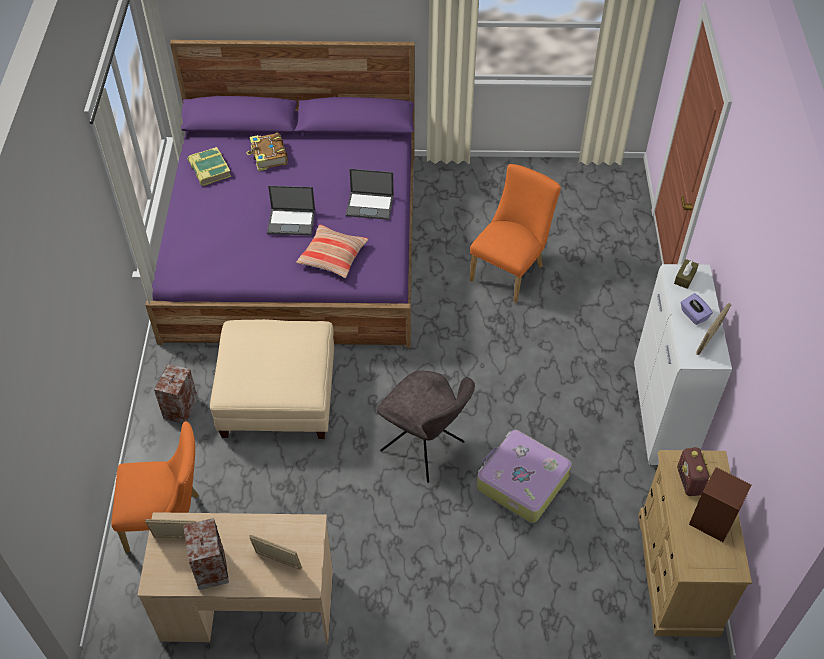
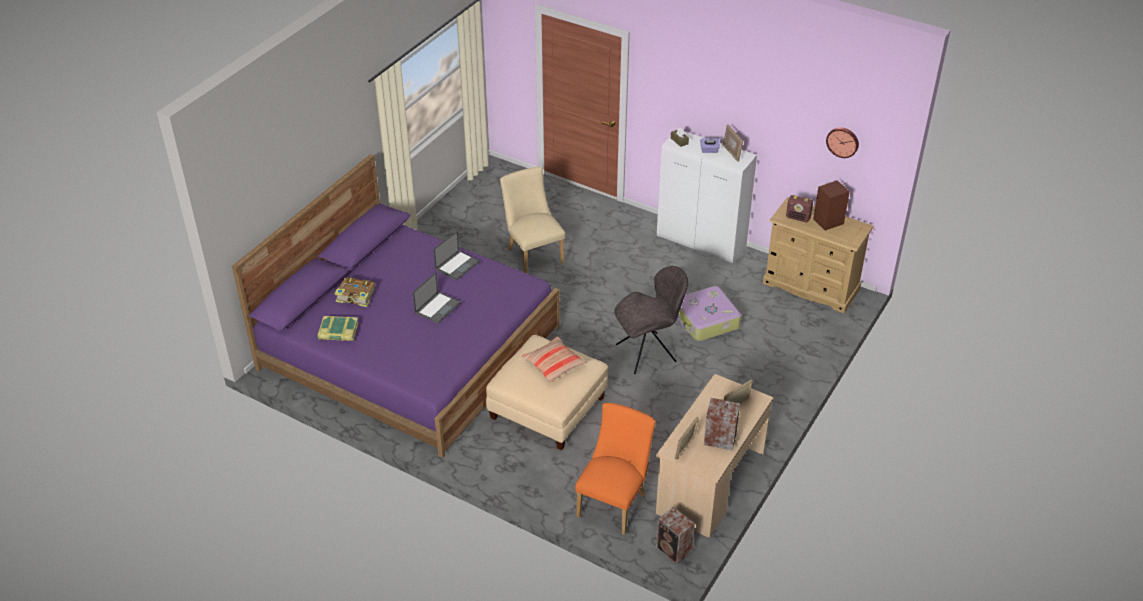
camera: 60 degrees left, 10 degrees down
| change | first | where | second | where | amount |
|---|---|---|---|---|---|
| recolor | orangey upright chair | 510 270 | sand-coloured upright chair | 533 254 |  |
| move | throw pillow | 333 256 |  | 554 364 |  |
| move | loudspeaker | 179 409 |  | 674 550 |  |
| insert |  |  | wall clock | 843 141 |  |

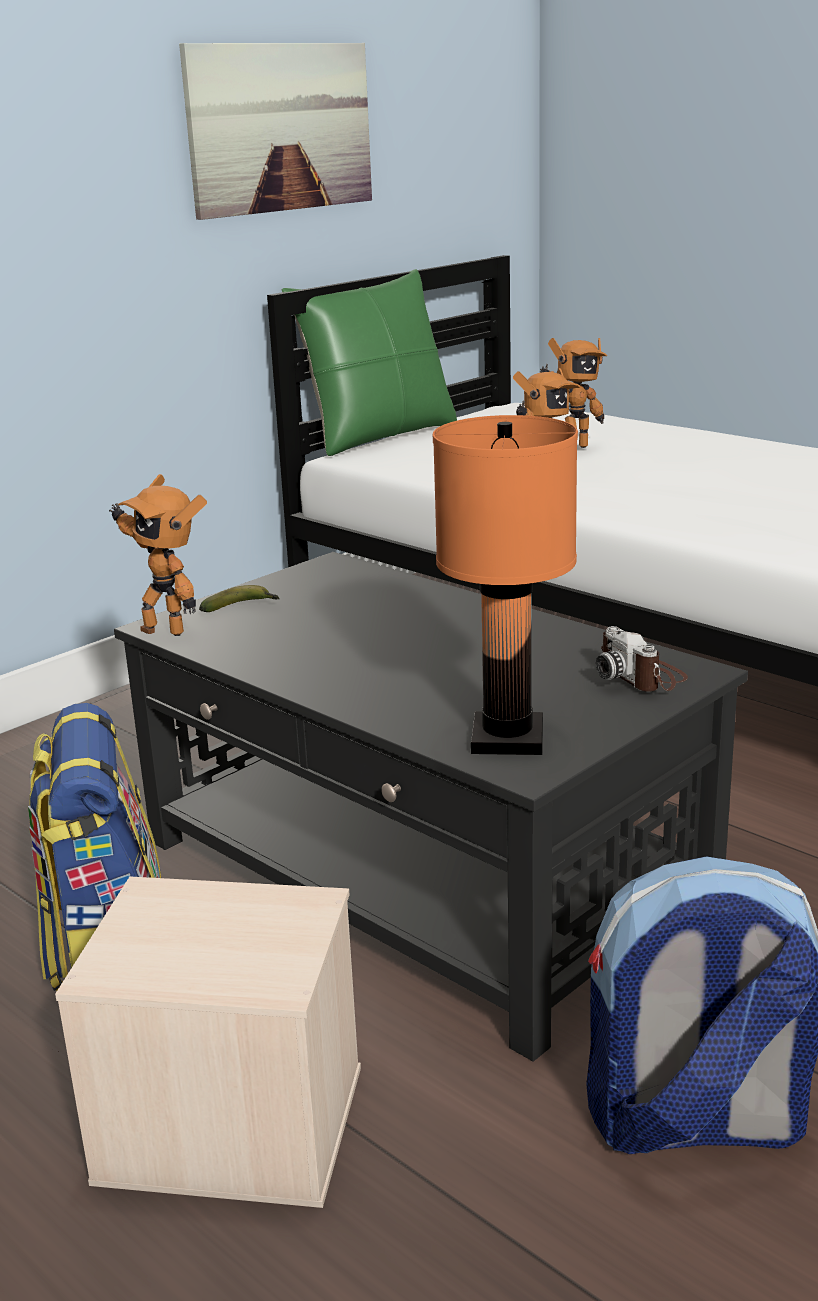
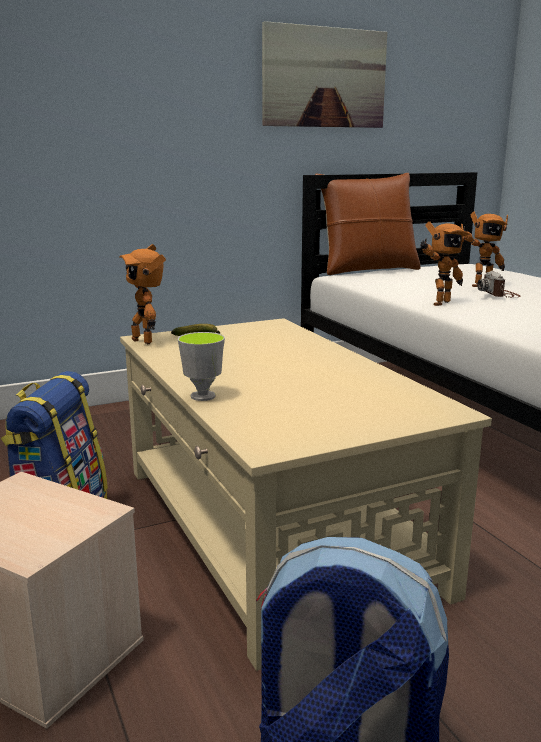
camera: 20 degrees right, 5 degrees down
| change | first | where | second | where | amount |
|---|---|---|---|---|---|
| recolor | green throw pillow | 378 436 | brown throw pillow | 367 270 |  |
| delete | orangey table lamp | 508 738 |  |  |  |
| recolor | blackish coffee table | 421 874 | sand-coloured coffee table | 272 527 |  |
| move | still camera | 641 676 |  | 499 294 |  |
| insert |  |  | drinking cup | 203 396 |  |

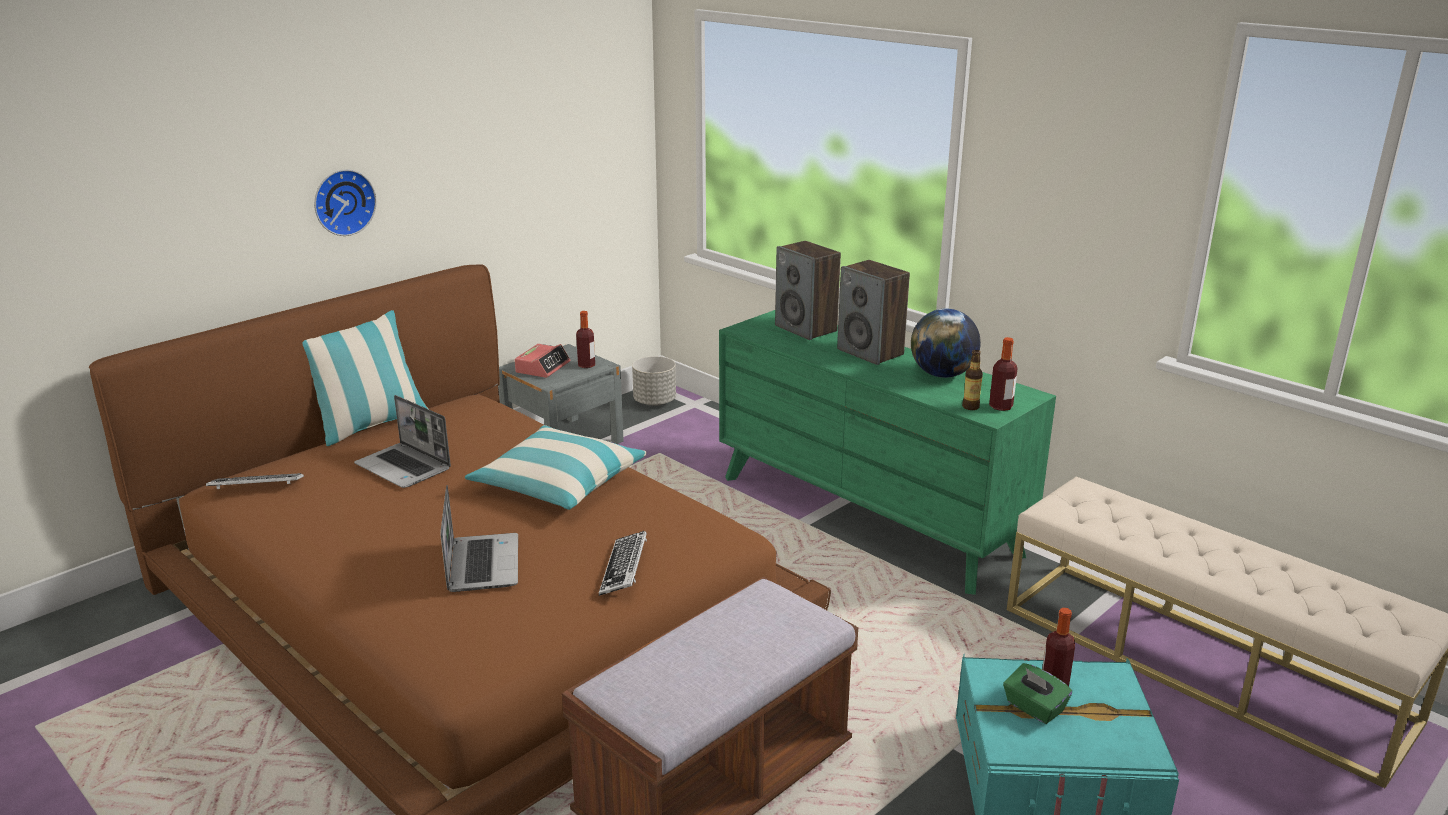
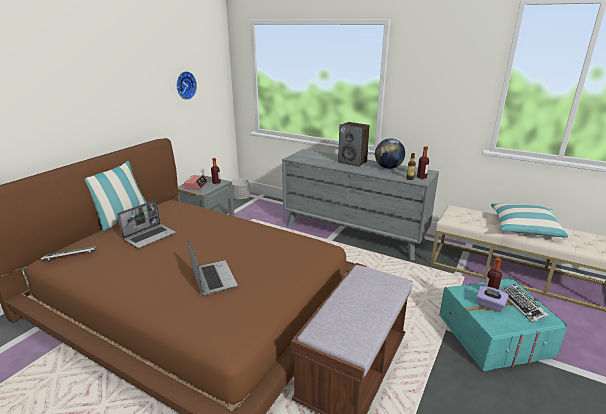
camera: 15 degrees left, 0 degrees up
| change | first | where | second | where | amount |
|---|---|---|---|---|---|
| move | wall clock | 343 202 |  | 185 85 |  |
| delete | loudspeaker | 806 328 |  |  |  |
| recolor | green drawer chest | 867 515 | gray drawer chest | 353 233 |  |
| rotate | laptop | 404 467 |  | 150 236 | 75 degrees counterclockwise |
| move | throw pillow | 558 483 |  | 524 227 |  |
| move | computer keyboard | 624 569 |  | 522 305 |  |
| recolor | green tissue holder | 1034 708 | purple tissue holder | 489 305 |  |

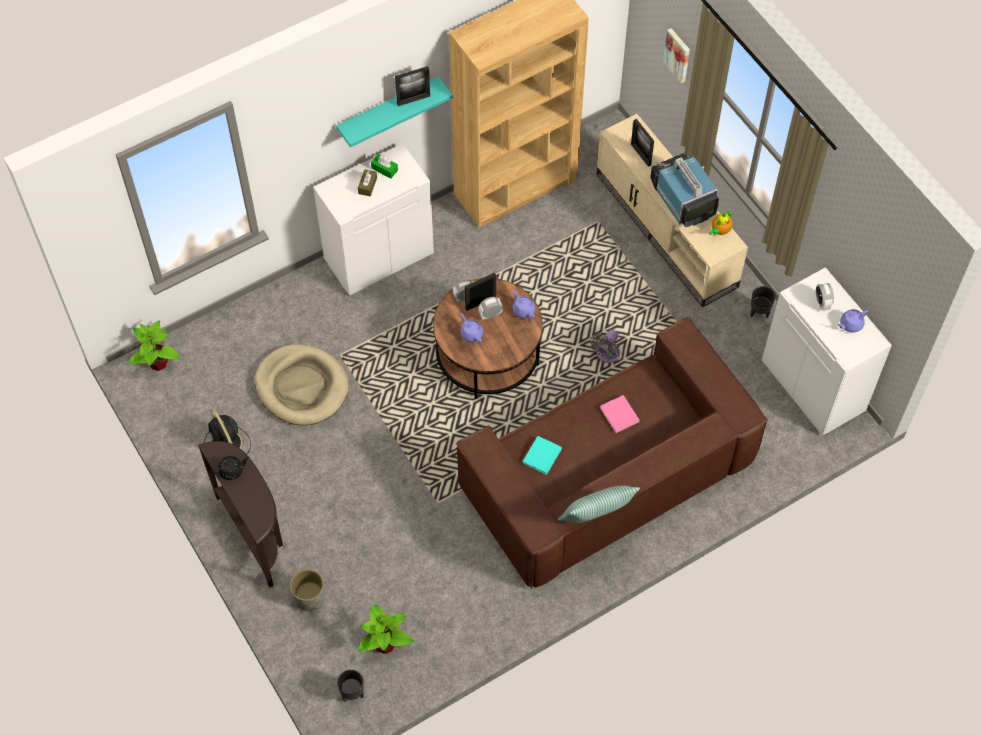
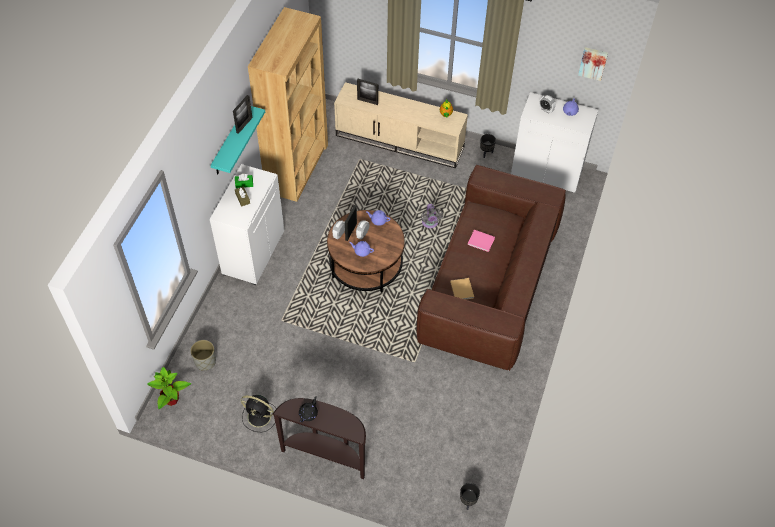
camera: 40 degrees left, 5 degrees down
| change | first | where | second | where | amount |
|---|---|---|---|---|---|
| move | wall picture | 678 55 |  | 593 63 |  |
| delete | television | 682 198 |  |  |  |
| delete | sand-coloured pet bed | 302 387 |  |  |  |
| recolor | turquoise bound book | 542 455 | sand-coloured bound book | 461 289 |  |
| delete | throw pillow | 596 518 |  |  |  |
| move | gray planter | 309 598 |  | 205 362 |  |
| delete | houseplant | 385 644 |  |  |  |

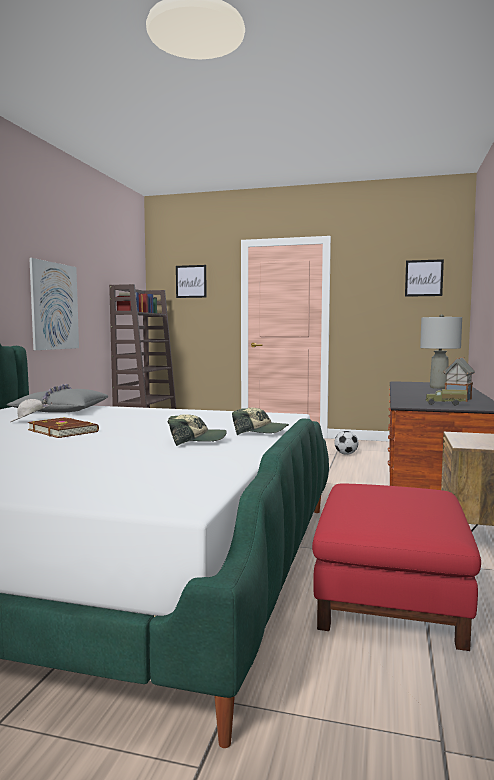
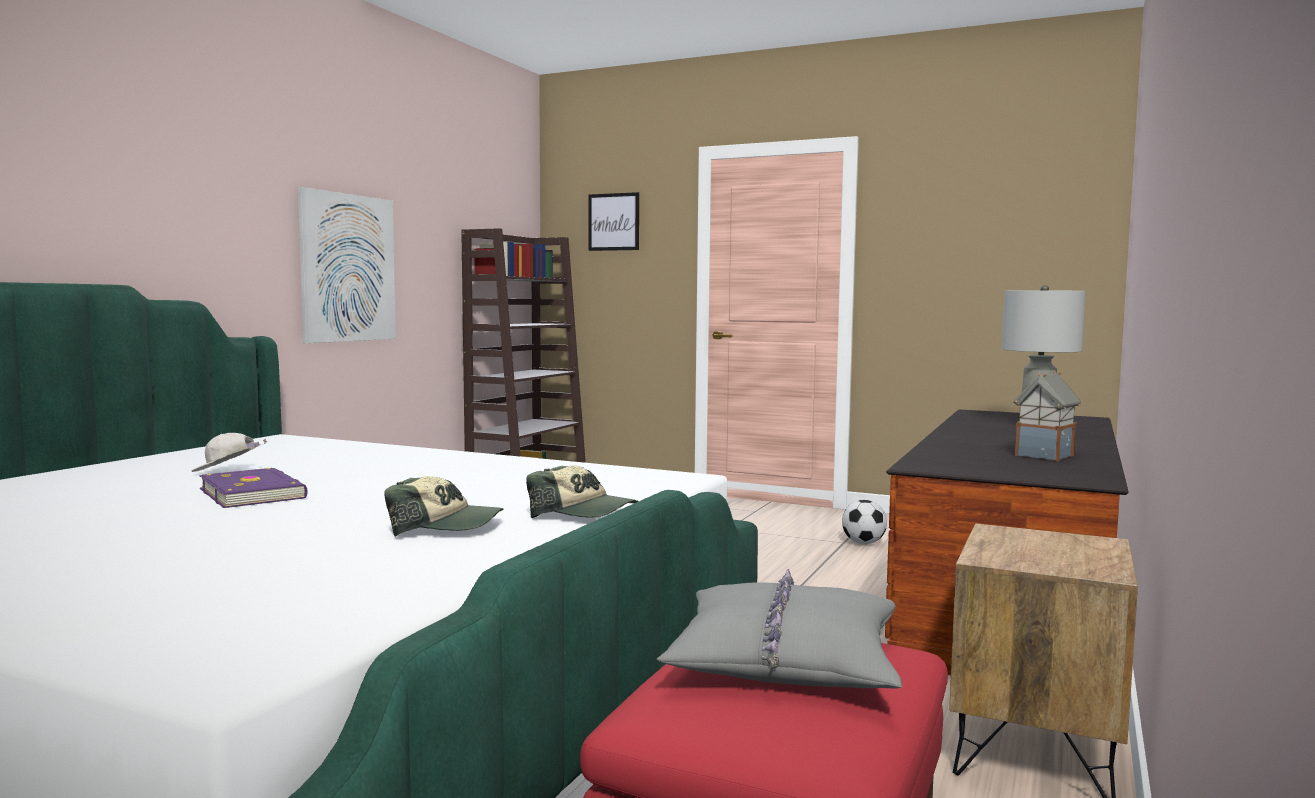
camera: 10 degrees right, 0 degrees up
| change | first | where | second | where | amount |
|---|---|---|---|---|---|
| delete | wall picture | 424 278 |  |  |  |
| move | gray throw pillow | 61 410 |  | 785 659 |  |
| delete | toy lorry | 445 404 |  |  |  |
| recolor | brown bound book | 63 431 | purple bound book | 254 493 |  |

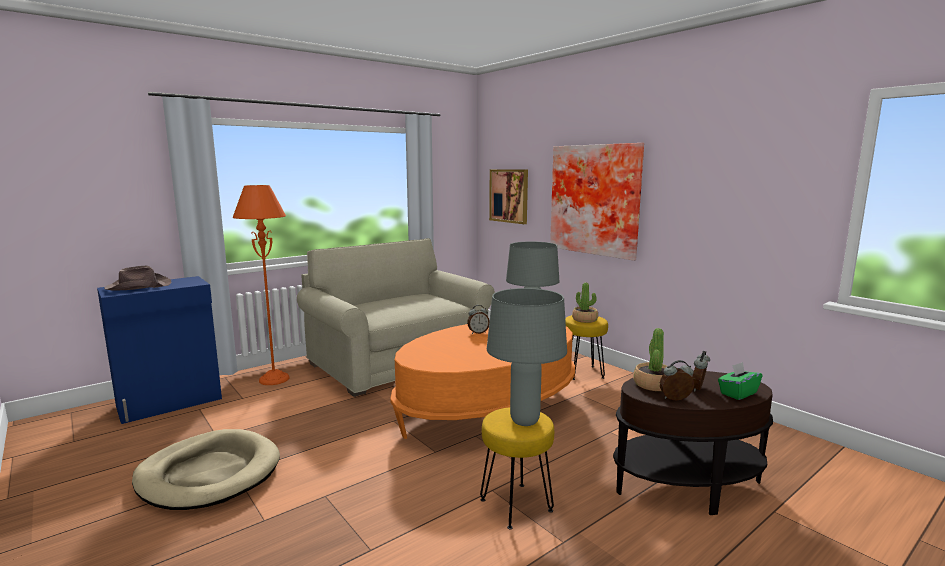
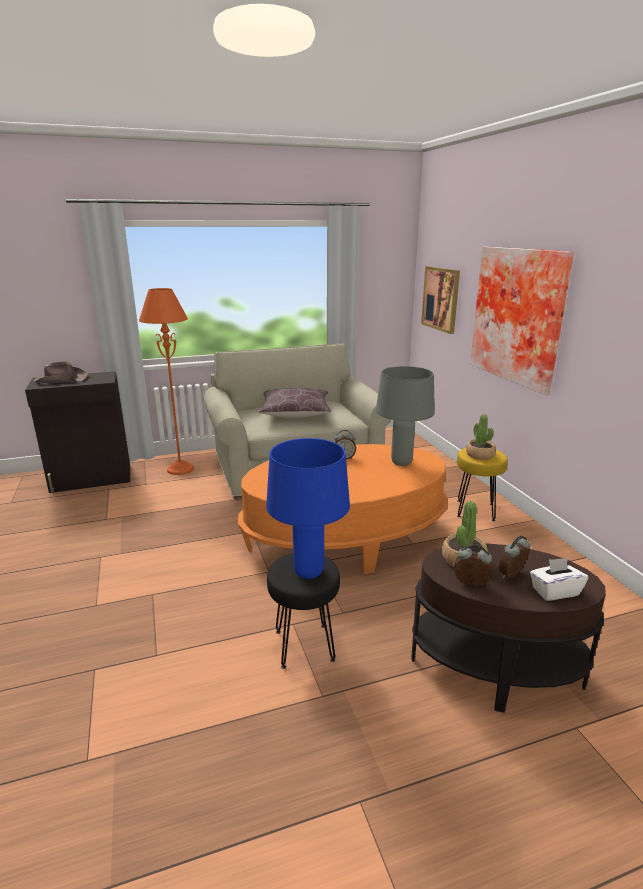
camera: 20 degrees right, 10 degrees up
| change | first | where | second | where | amount |
|---|---|---|---|---|---|
| recolor | blue cupboard | 170 403 | blackish cupboard | 92 479 |  |
| recolor | gray table lamp | 524 421 | blue table lamp | 308 572 |  |
| recolor | green tissue holder | 737 393 | white-coloured tissue holder | 554 591 |  |
| recolor | yellow sitting stool | 517 505 | blackish sitting stool | 305 646 |  |
| delete | sand-coloured pet bed | 209 474 |  |  |  |
| insert |  |  | brown throw pillow | 295 413 |  |

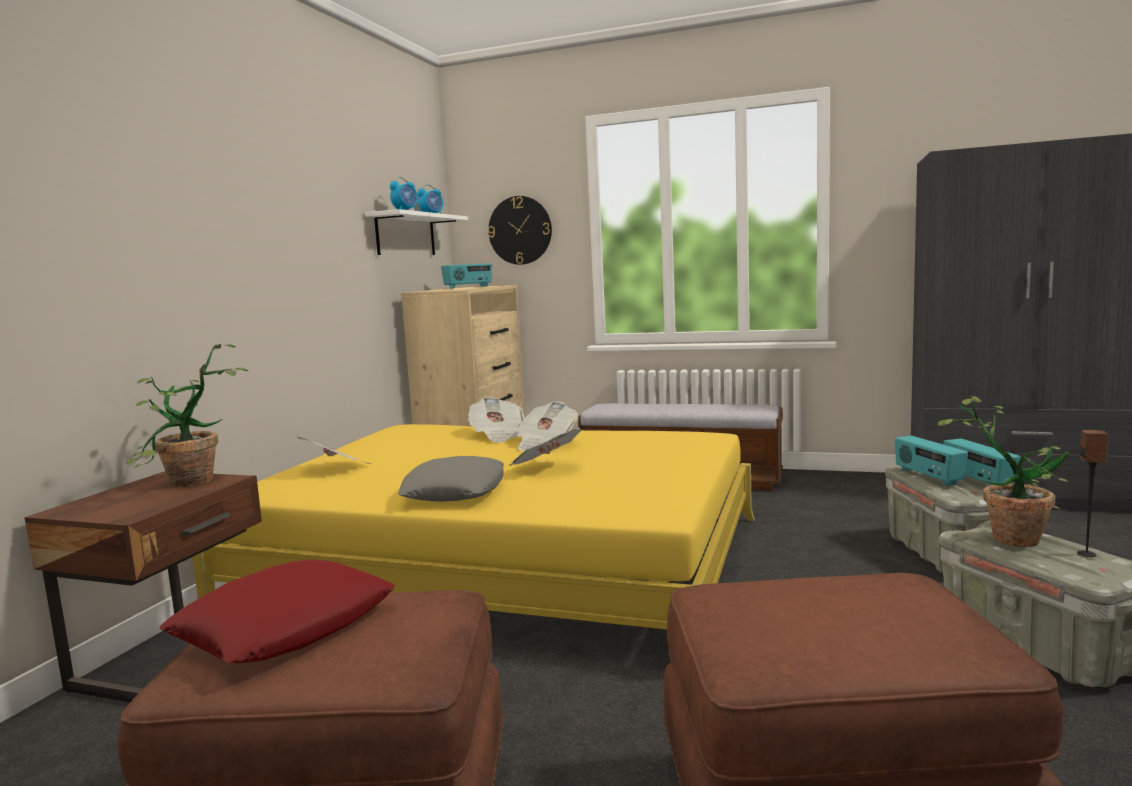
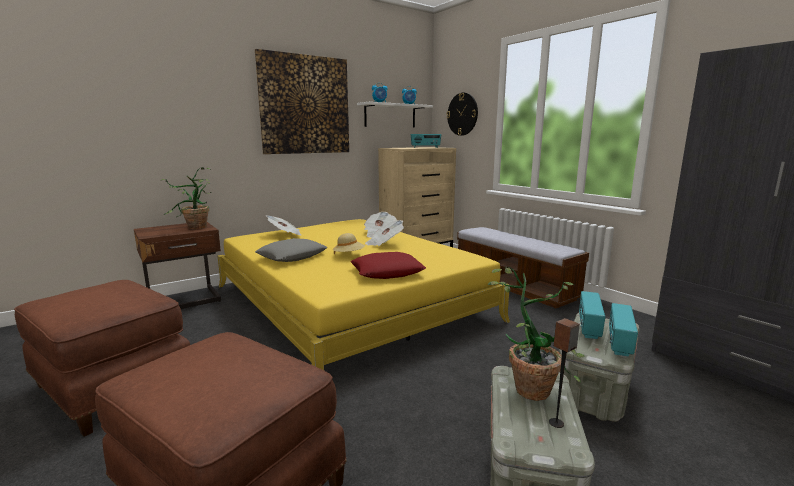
camera: 35 degrees right, 5 degrees up
| change | first | where | second | where | amount |
|---|---|---|---|---|---|
| replace | newspaper | 545 467 | sand-coloured wearable hat | 349 255 |  |
| move | red-coloured throw pillow | 285 626 |  | 387 272 |  |
| insert |  |  | wall picture | 305 105 |  |

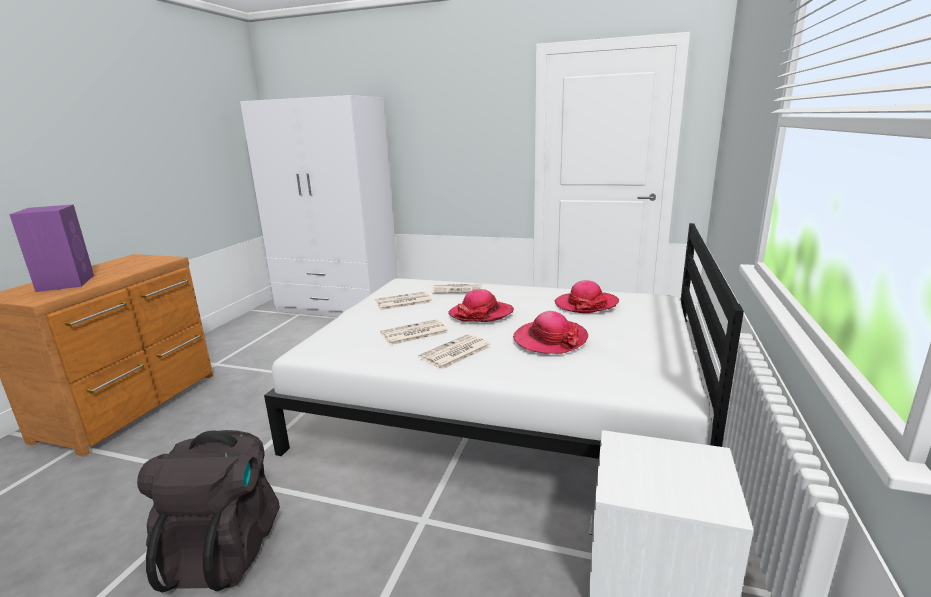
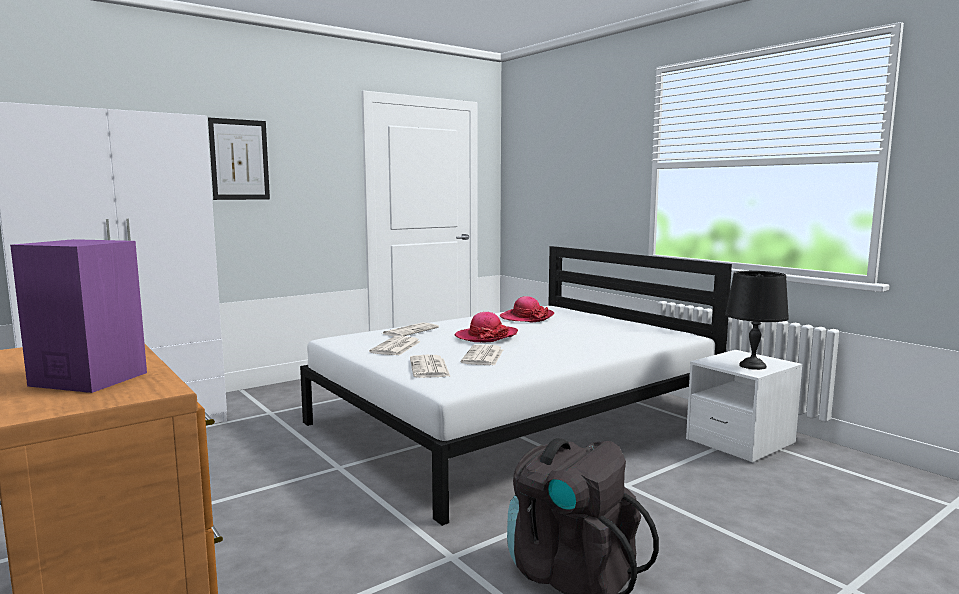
camera: 55 degrees left, 10 degrees down
| change | first | where | second | where | amount |
|---|---|---|---|---|---|
| delete | wearable hat | 550 339 |  |  |  |
| move | newspaper | 455 352 |  | 430 368 |  |
| insert |  |  | wall picture | 239 159 |  |
| insert |  |  | blackish table lamp | 752 366 |  |

